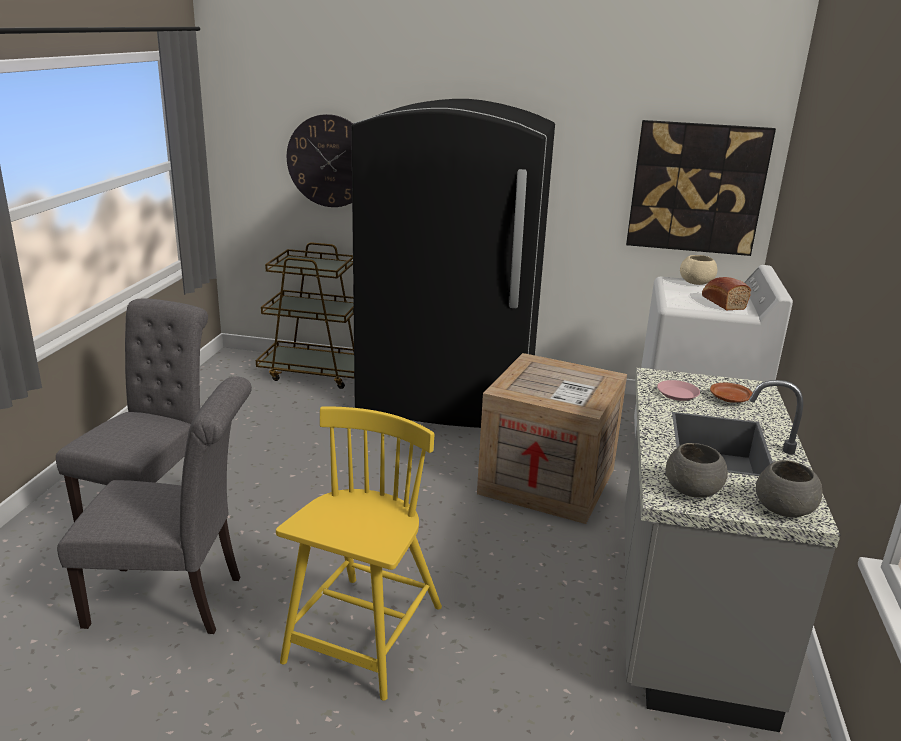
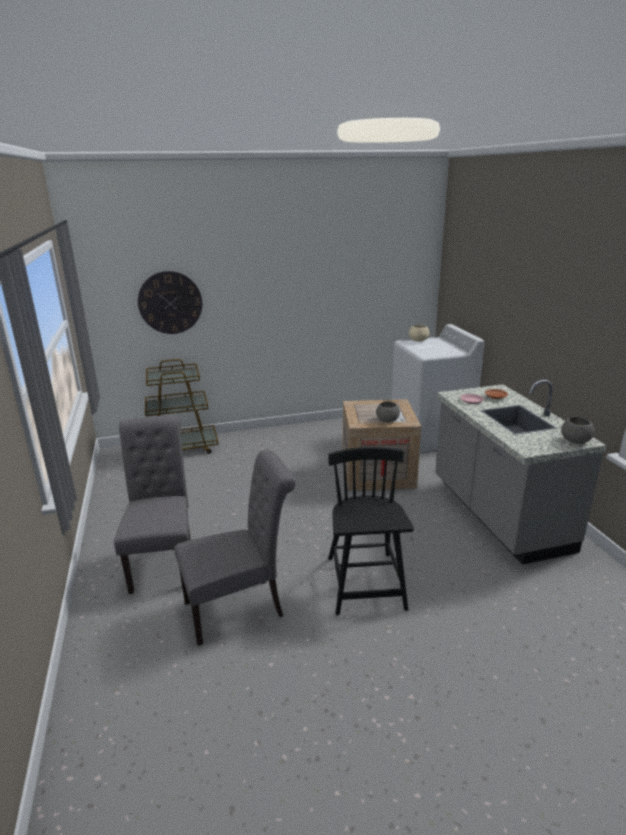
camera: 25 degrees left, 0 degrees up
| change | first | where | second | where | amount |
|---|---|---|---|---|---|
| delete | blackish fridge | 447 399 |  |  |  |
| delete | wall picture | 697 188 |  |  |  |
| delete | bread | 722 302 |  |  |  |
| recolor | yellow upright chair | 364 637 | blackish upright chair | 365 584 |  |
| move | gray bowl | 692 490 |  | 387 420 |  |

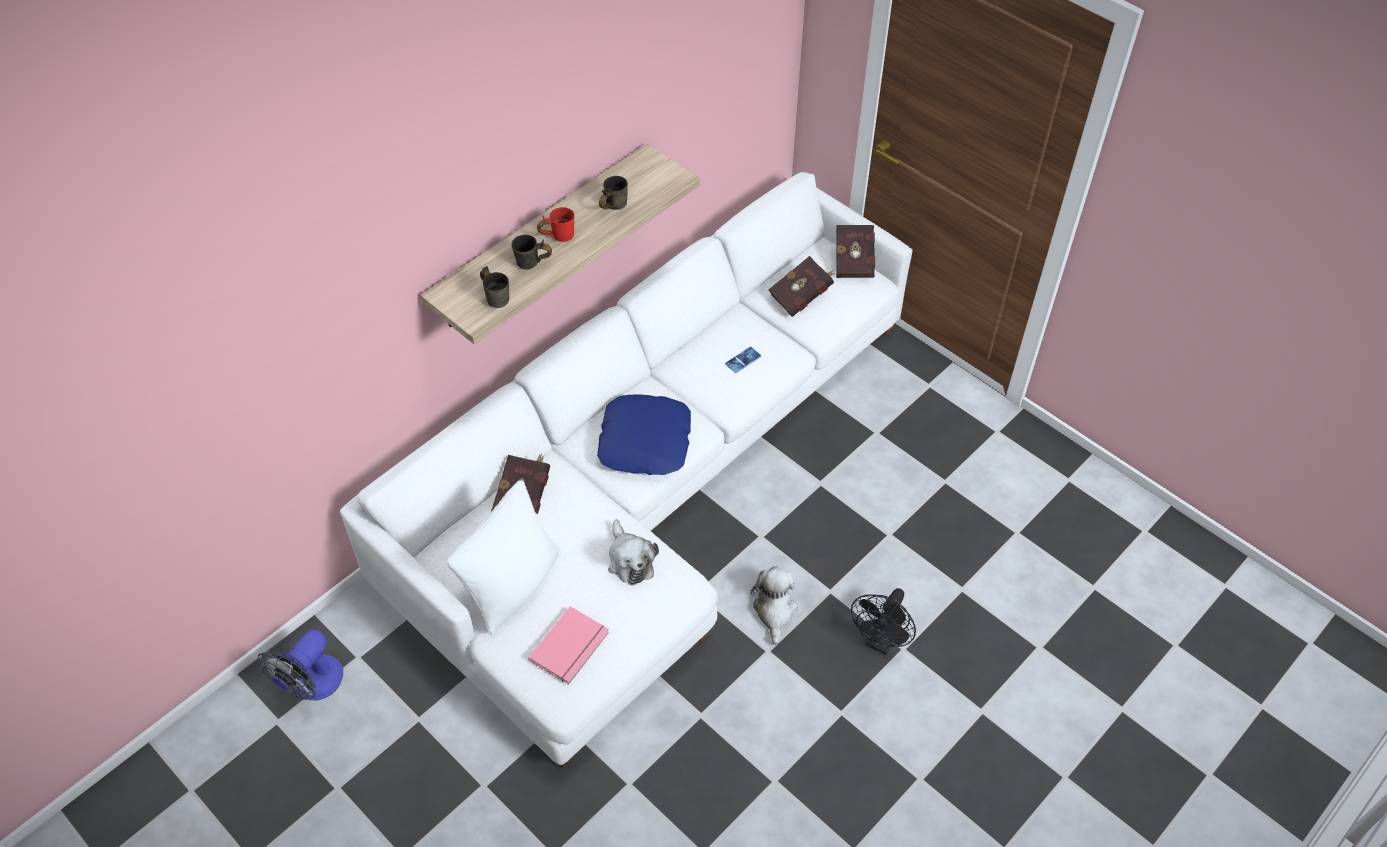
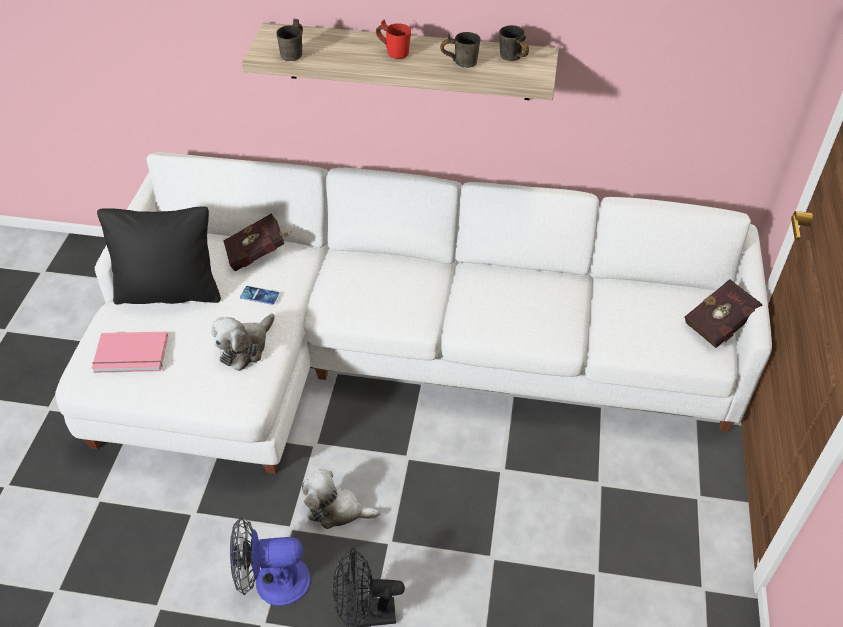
camera: 55 degrees right, 5 degrees down
| change | first | where | second | where | amount |
|---|---|---|---|---|---|
| move | gray tea mug | 532 265 |  | 511 60 |  |
| delete | red-coloured bound book | 802 297 |  |  |  |
| move | handset | 743 360 |  | 259 295 |  |
| delete | blue throw pillow | 646 442 |  |  |  |
| recolor | white-coloured throw pillow | 513 586 | blackish throw pillow | 170 292 |  |
| rotate | cuddly toy | 774 610 |  | 337 510 | 135 degrees counterclockwise |
| move | electric fan | 312 686 |  | 272 582 |  |

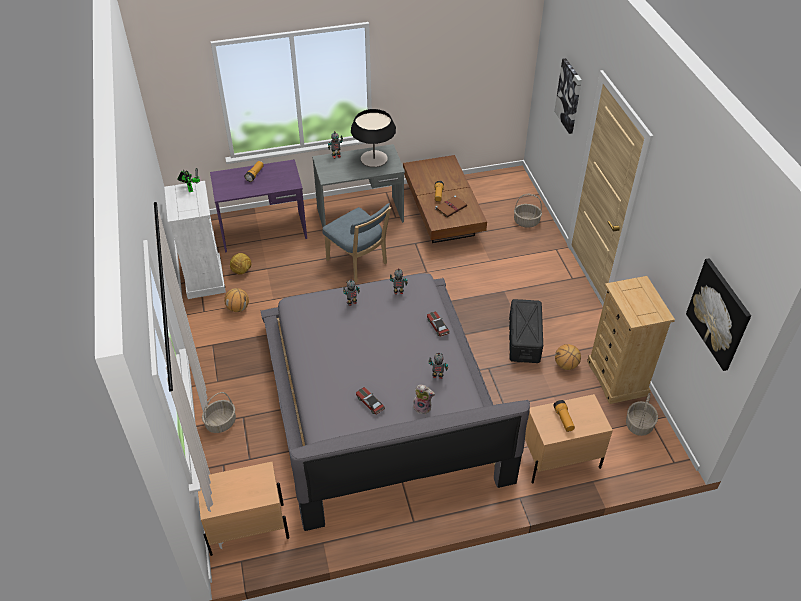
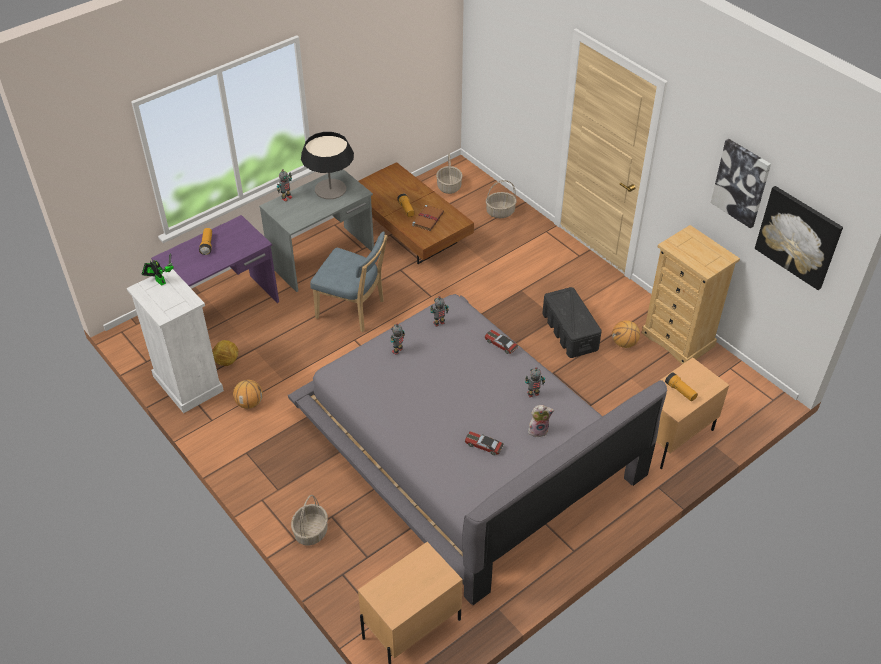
camera: 25 degrees left, 0 degrees up
| change | first | where | second | where | amount |
|---|---|---|---|---|---|
| move | wall picture | 569 95 |  | 741 183 |  |
| move | basket | 639 425 |  | 449 187 |  |

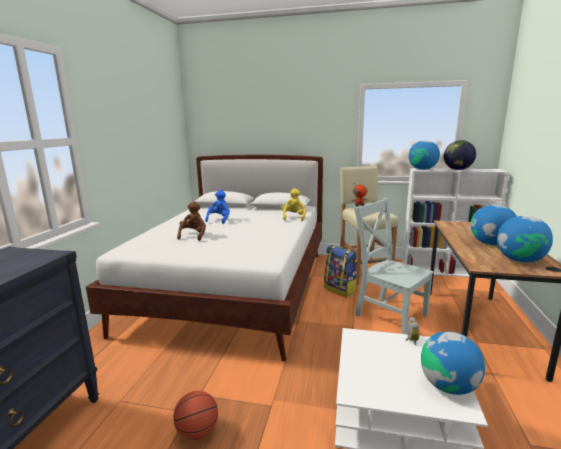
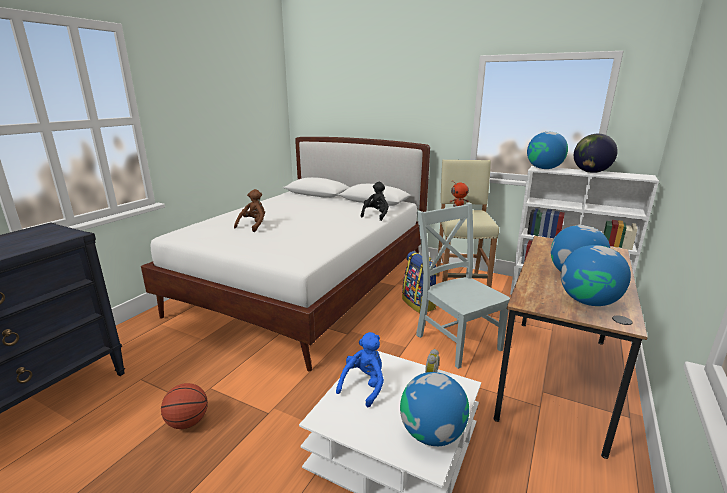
camera: 15 degrees right, 5 degrees up
| change | first | where | second | where | amount |
|---|---|---|---|---|---|
| recolor | yellow cuddly toy | 293 217 | blackish cuddly toy | 376 215 |  |
| move | blue cuddly toy | 219 220 |  | 364 385 |  |

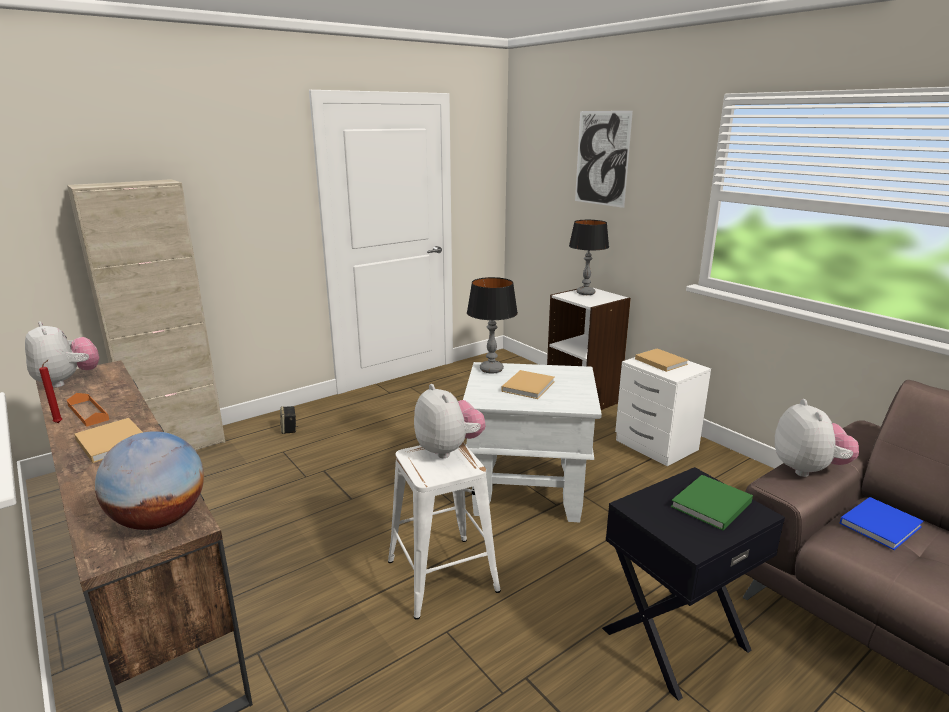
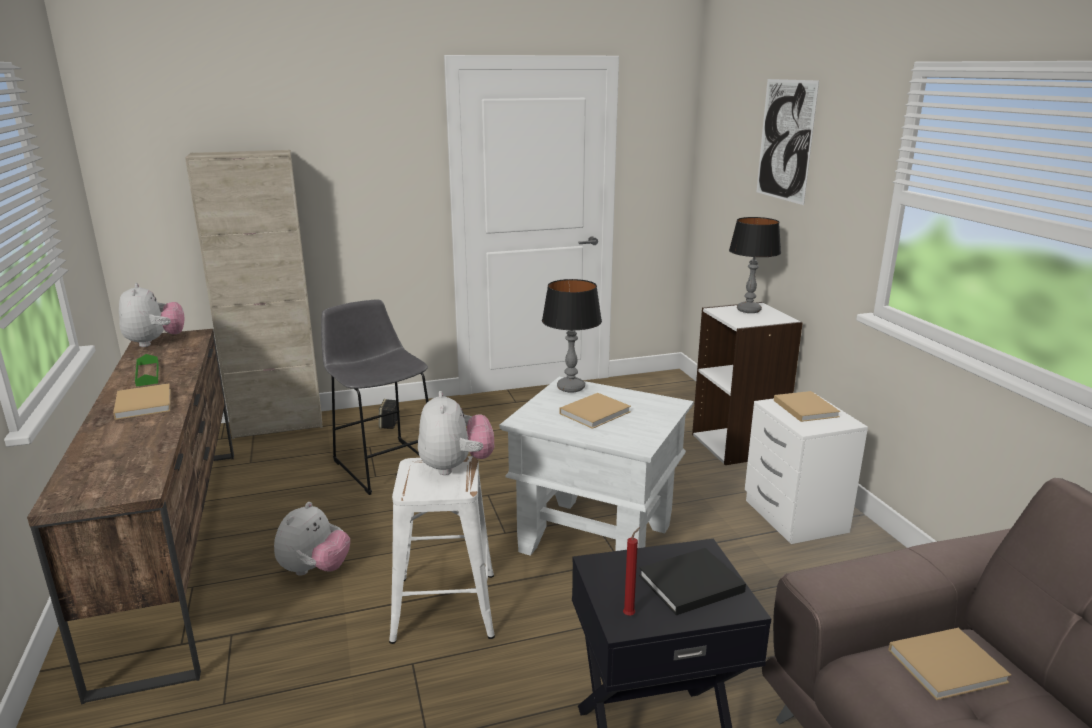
camera: 20 degrees right, 0 degrees up
| change | first | where | second | where | amount |
|---|---|---|---|---|---|
| move | red-coloured wax light | 60 422 |  | 630 614 |  |
| recolor | orangey carrying tray | 88 412 | green carrying tray | 147 374 |  |
| move | cuddly toy | 808 469 |  | 315 570 |  |
| delete | desk globe | 160 520 |  |  |  |
| recolor | green bound book | 710 505 | blackish bound book | 688 584 |  |
| recolor | blue bound book | 881 524 | sand-coloured bound book | 949 665 |  |
| insert |  |  | gray sitting stool | 383 463 |  |

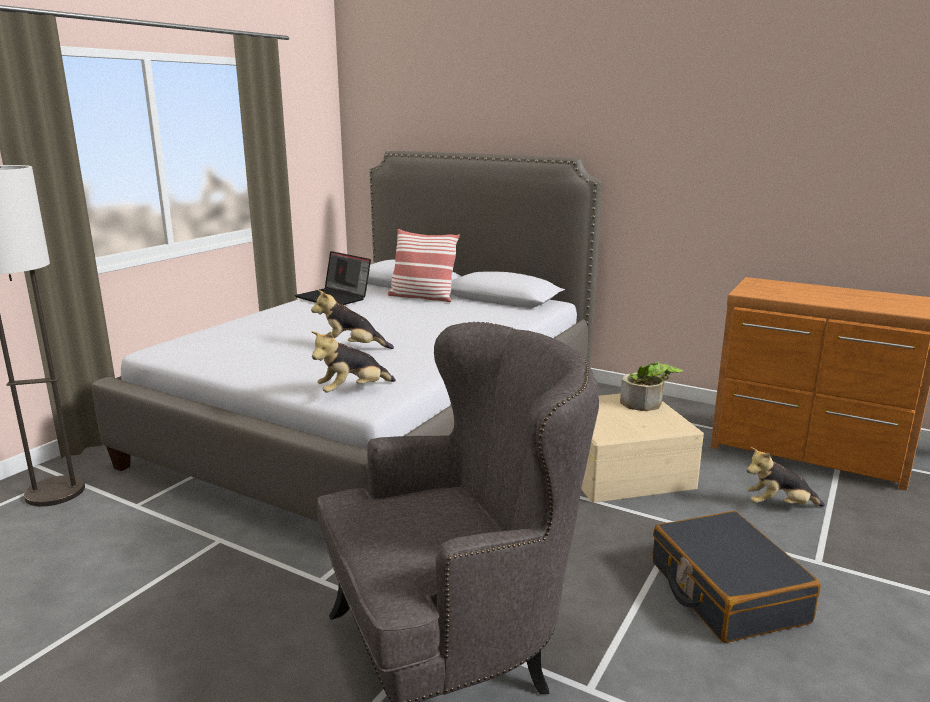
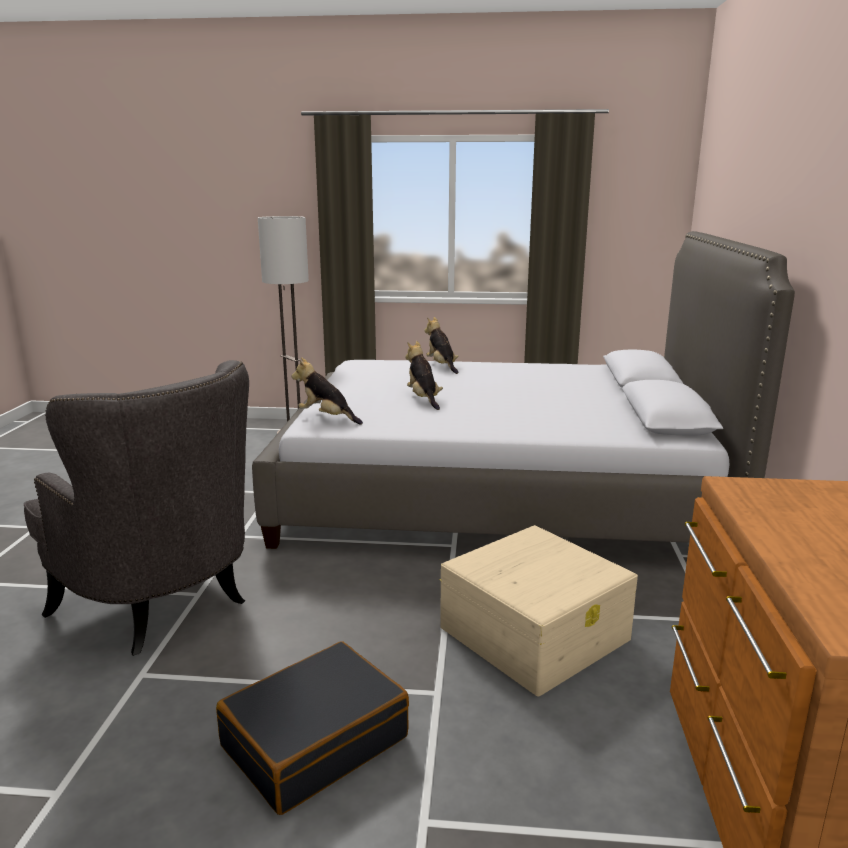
camera: 65 degrees right, 0 degrees up
| change | first | where | second | where | amount |
|---|---|---|---|---|---|
| delete | throw pillow | 422 297 |  |  |  |
| delete | laptop | 334 298 |  |  |  |
| delete | houseplant | 647 403 |  |  |  |
| move | cuddly toy | 779 506 |  | 442 366 |  |

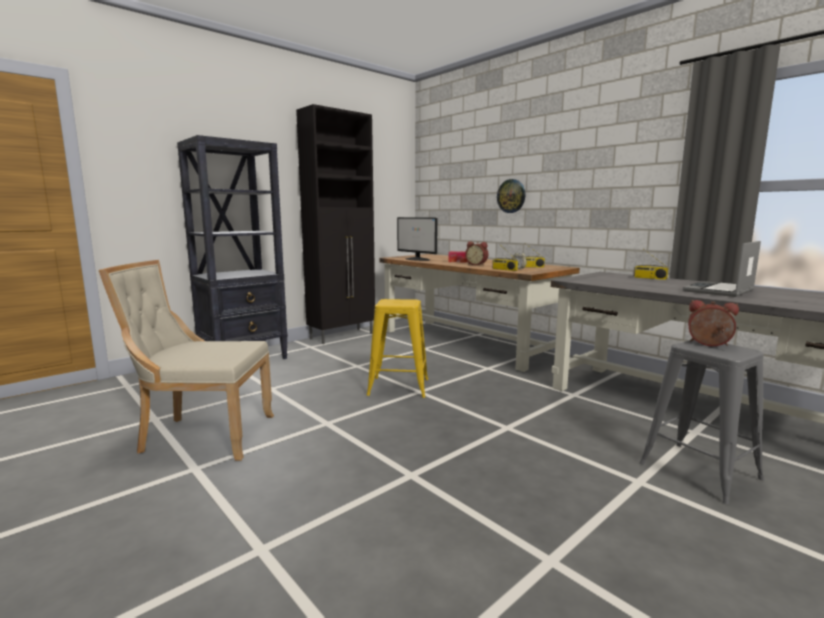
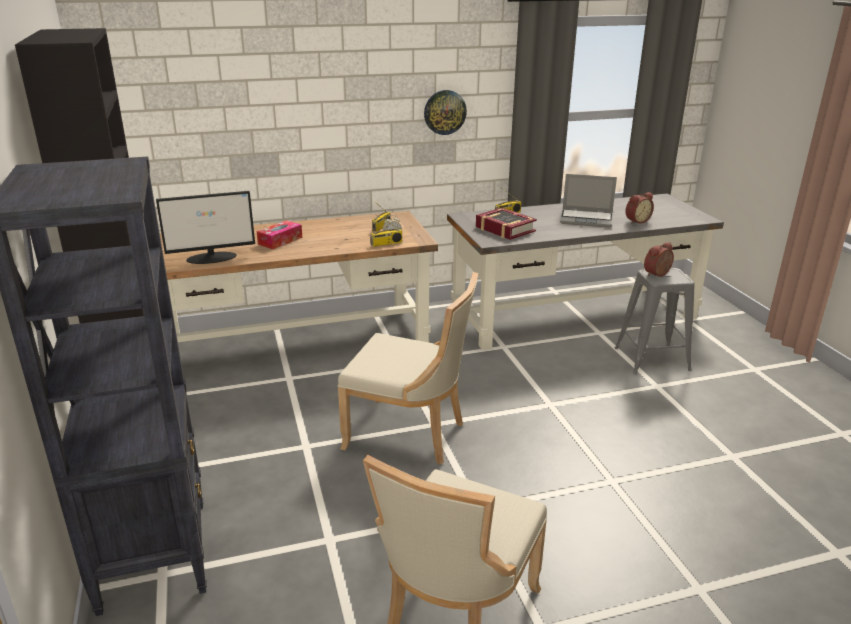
camera: 65 degrees left, 15 degrees up
| change | first | where | second | where | amount |
|---|---|---|---|---|---|
| move | wall clock | 511 196 |  | 444 112 |  |
| move | alarm clock | 477 264 |  | 636 221 |  |
| rotate | laptop | 719 291 |  | 587 219 | 60 degrees counterclockwise |
| replace | yellow sitting stool | 398 387 | sand-coloured upright chair | 410 434 |  |
| insert |  |  | bound book | 505 229 |  |

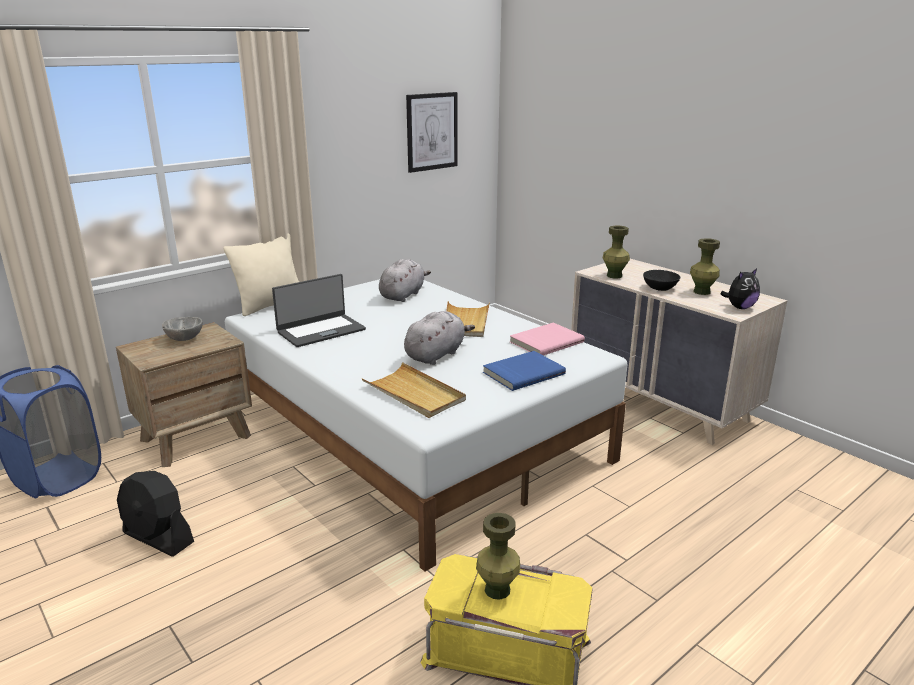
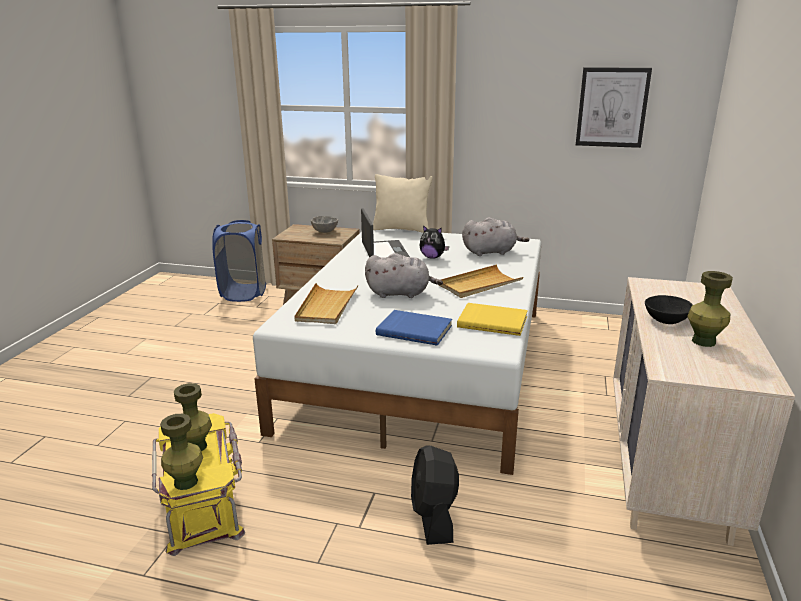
camera: 55 degrees right, 0 degrees up
| change | first | where | second | where | amount |
|---|---|---|---|---|---|
| move | green flower vase | 614 276 |  | 186 482 |  |
| move | cuddly toy | 739 307 |  | 432 257 |  |
| rotate | laptop | 321 331 |  | 384 252 | 120 degrees counterclockwise |
| recolor | pinkish bound book | 545 342 | yellow bound book | 492 321 |  |
| move | blackish electric fan | 158 538 |  | 434 516 |  |

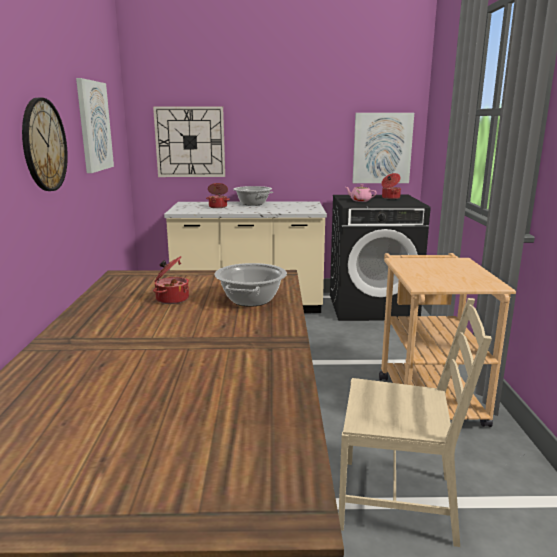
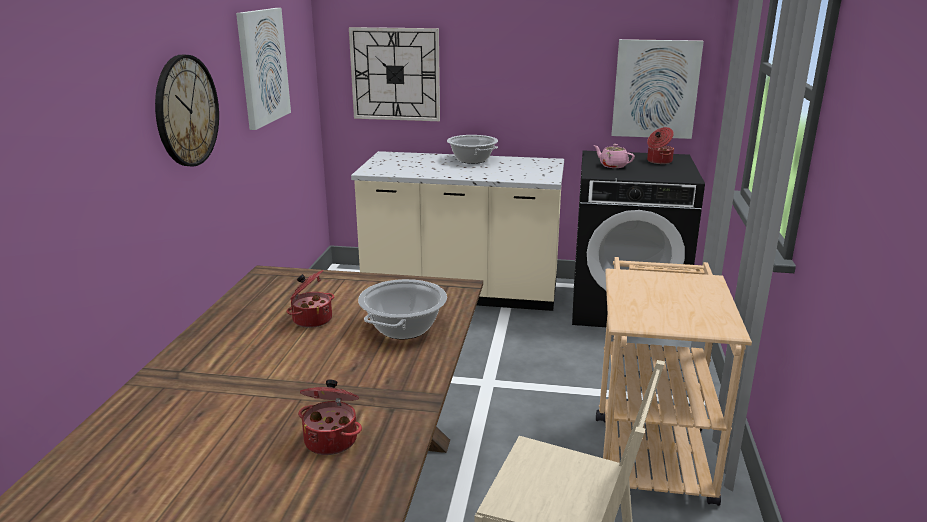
camera: 10 degrees right, 5 degrees up
| change | first | where | second | where | amount |
|---|---|---|---|---|---|
| move | stockpot | 218 207 |  | 332 439 |  |

